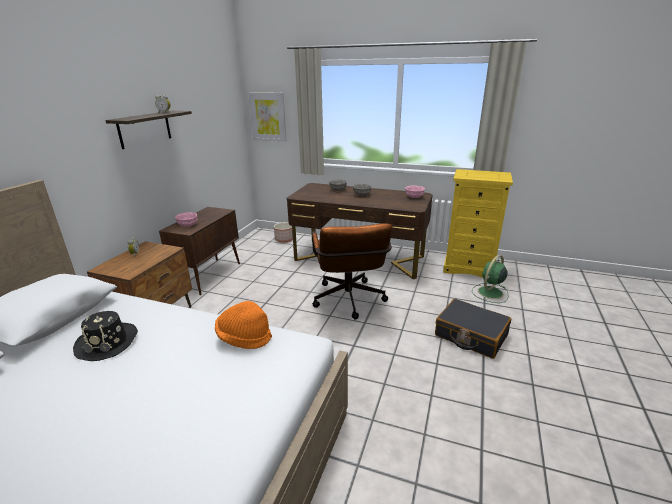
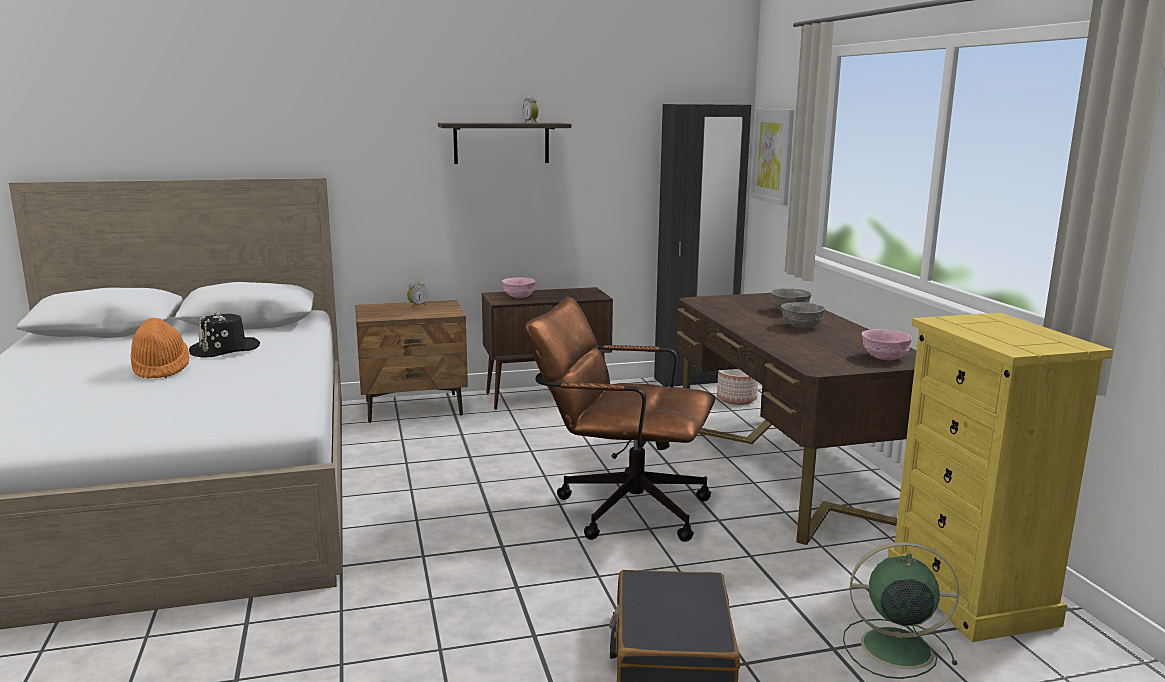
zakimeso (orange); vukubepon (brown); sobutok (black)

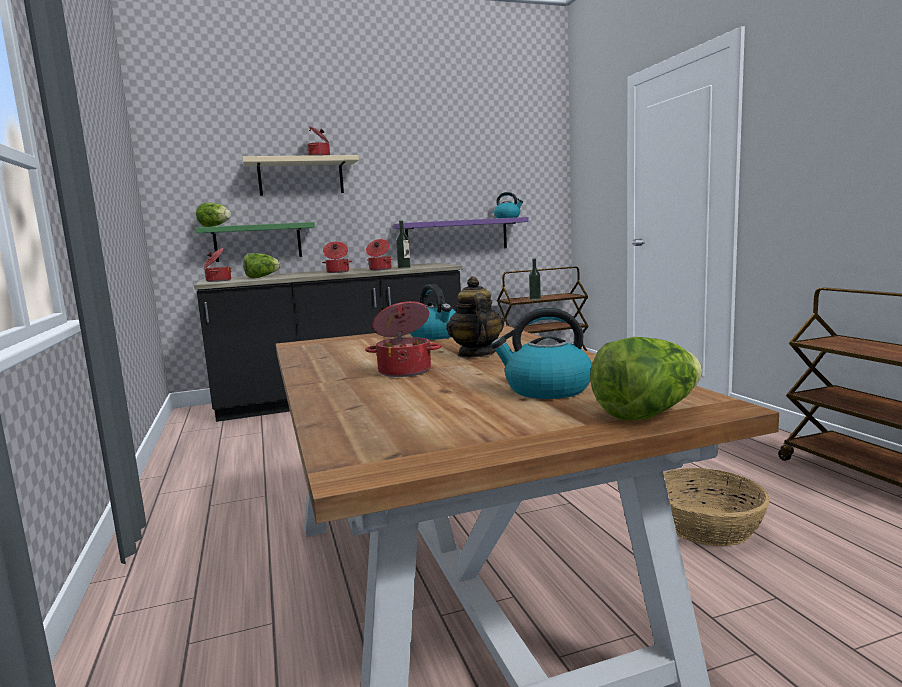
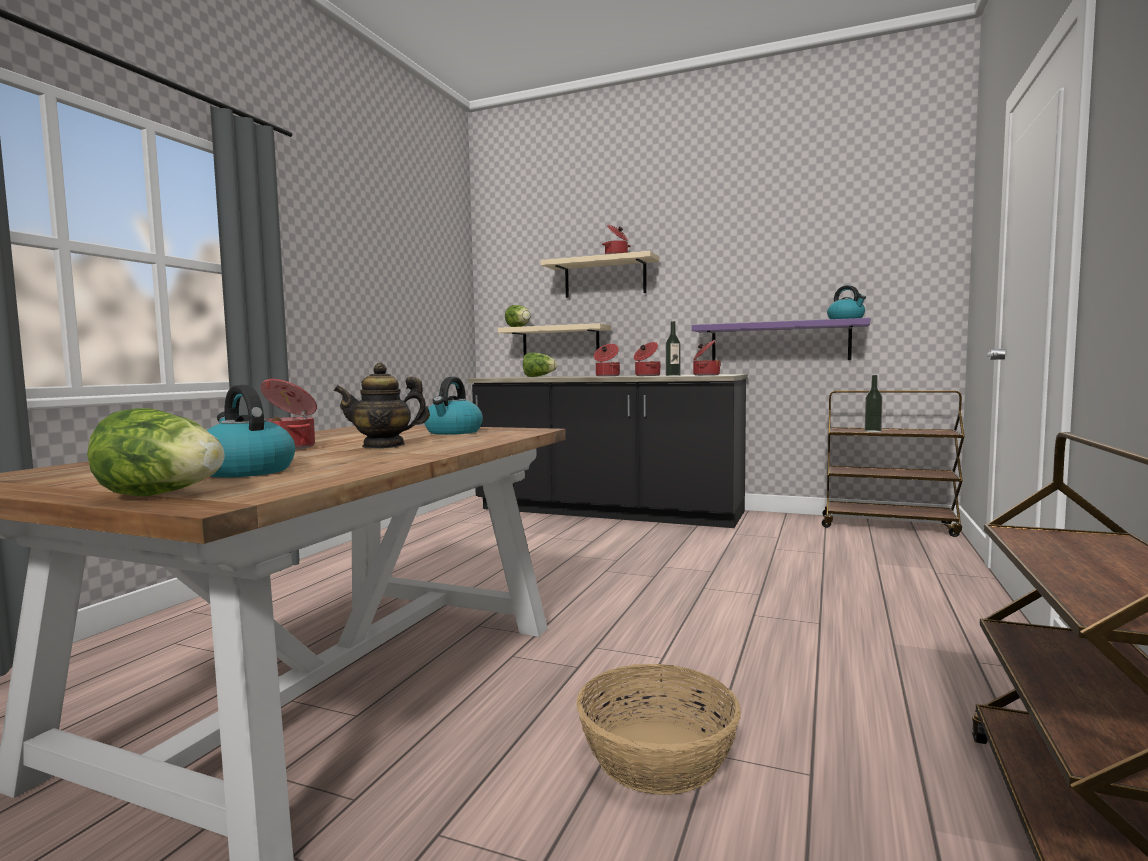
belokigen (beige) (1st from left); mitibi (5th from left); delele

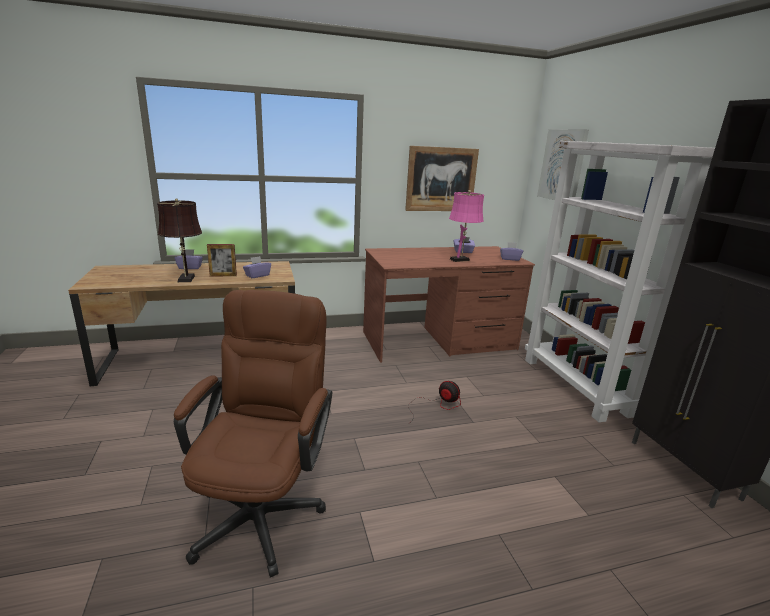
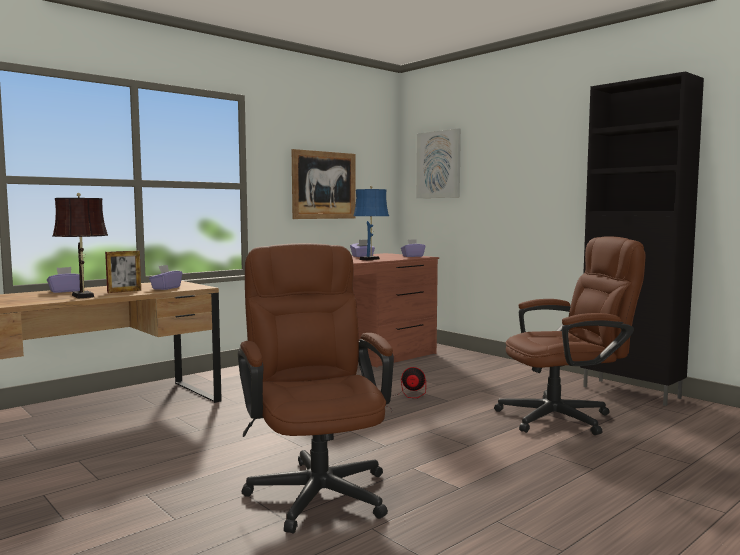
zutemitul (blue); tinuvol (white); vukubepon (brown) (2nd from left)

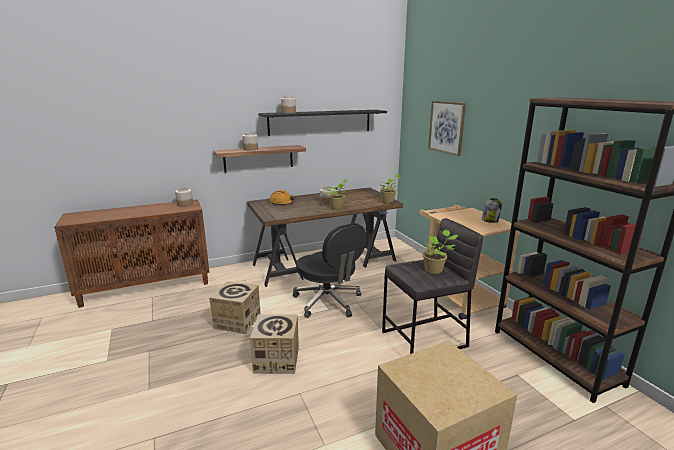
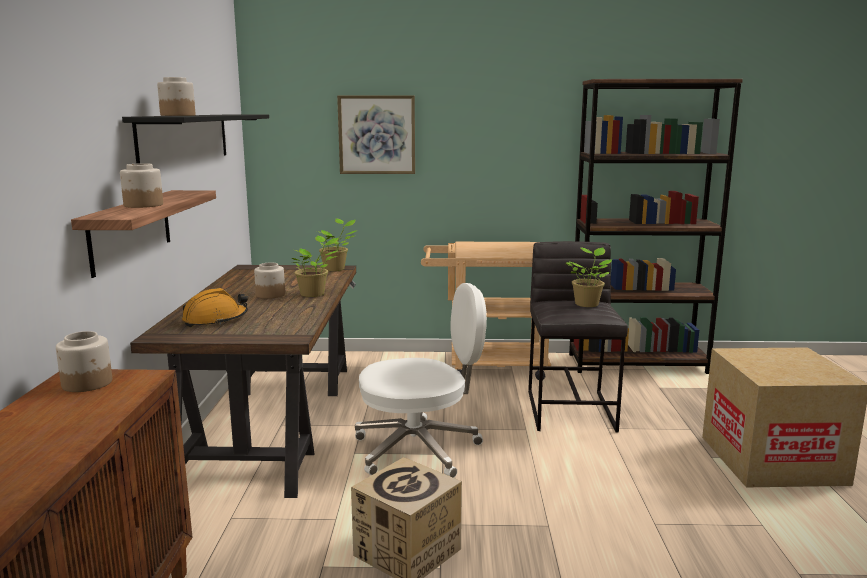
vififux (2nd from left in the first image); vukubepon (white); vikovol (5th from left in the first image)

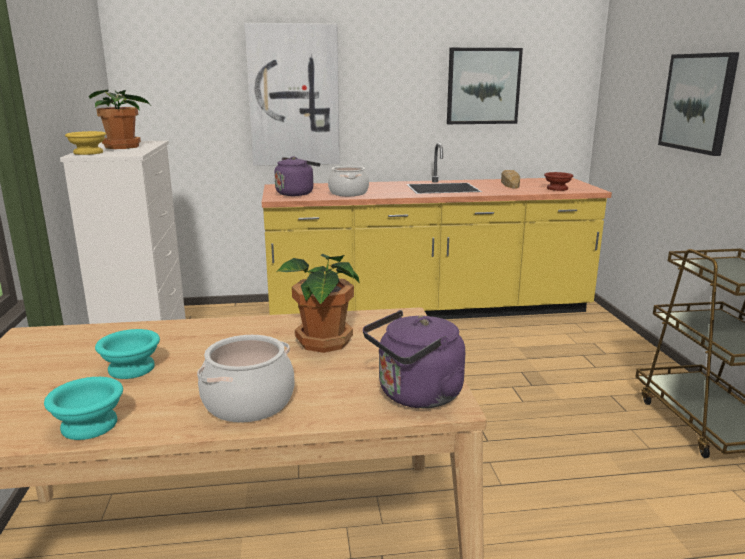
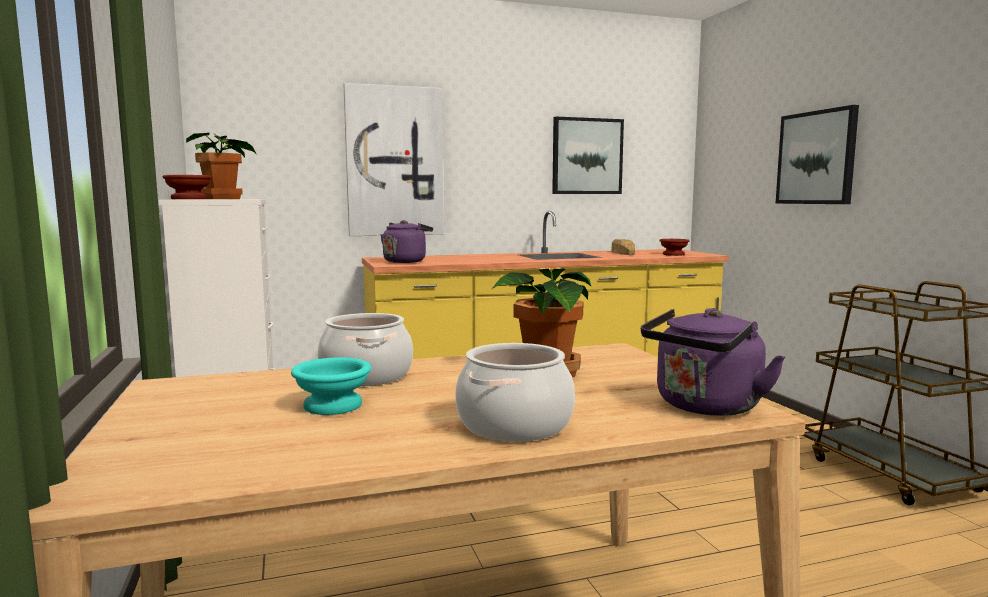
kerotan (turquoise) (1st from left in the first image); kerotan (brown) (1st from left); mitibi (1st from left)

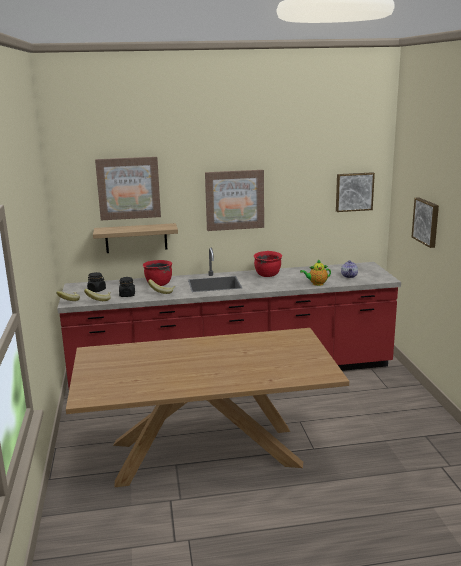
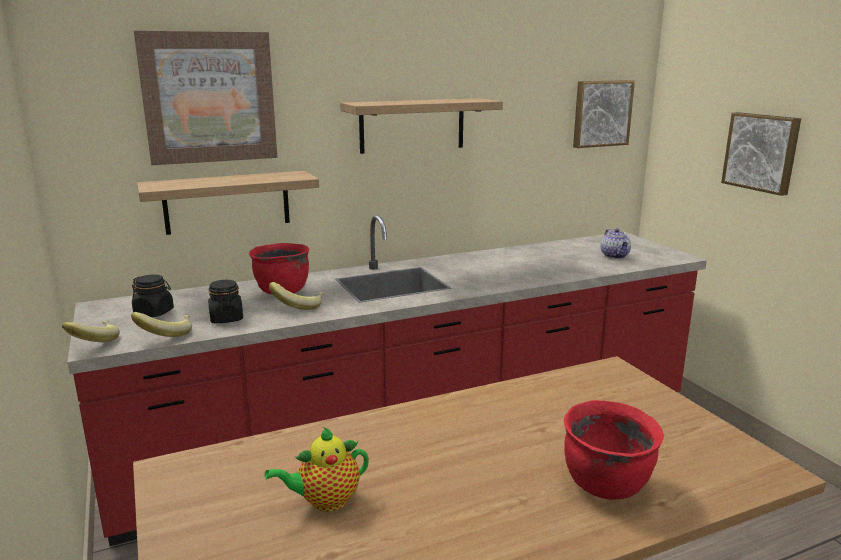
belokigen (2nd from left); mitibi (red) (2nd from left); delele (1st from left)

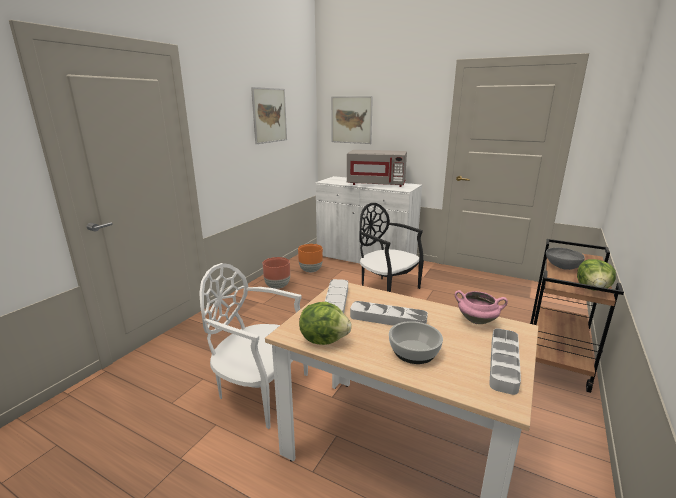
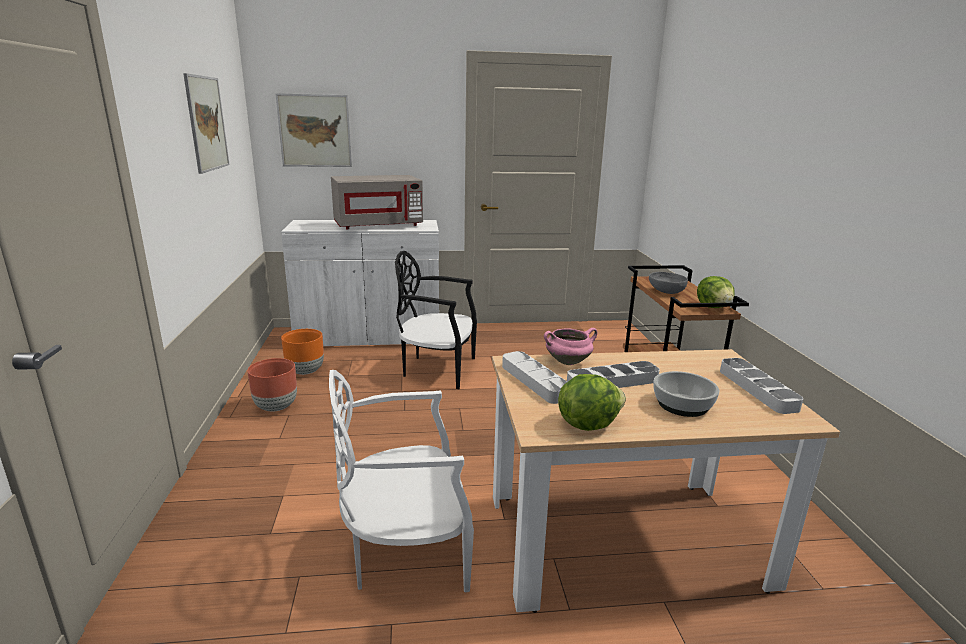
mitibi (pink)

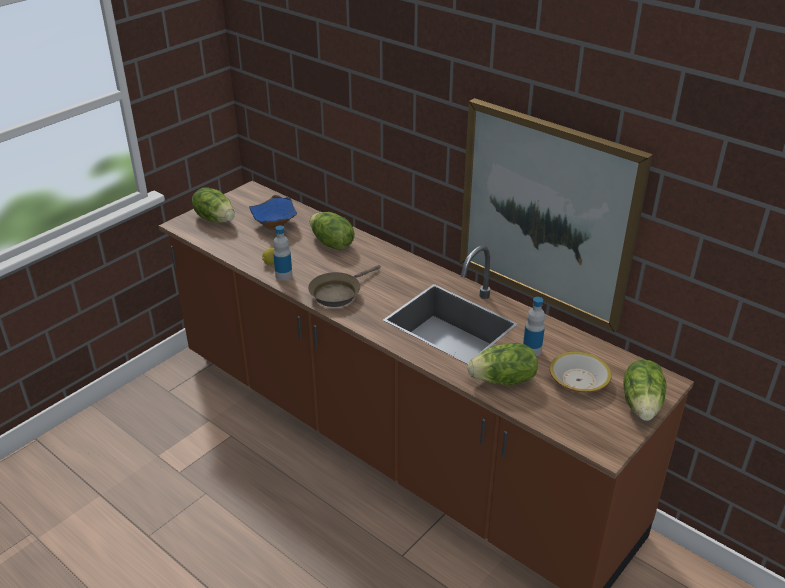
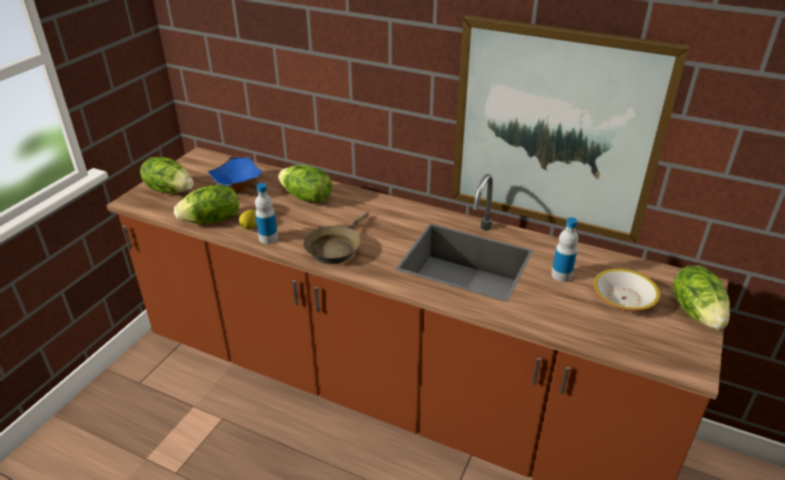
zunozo (2nd from left)

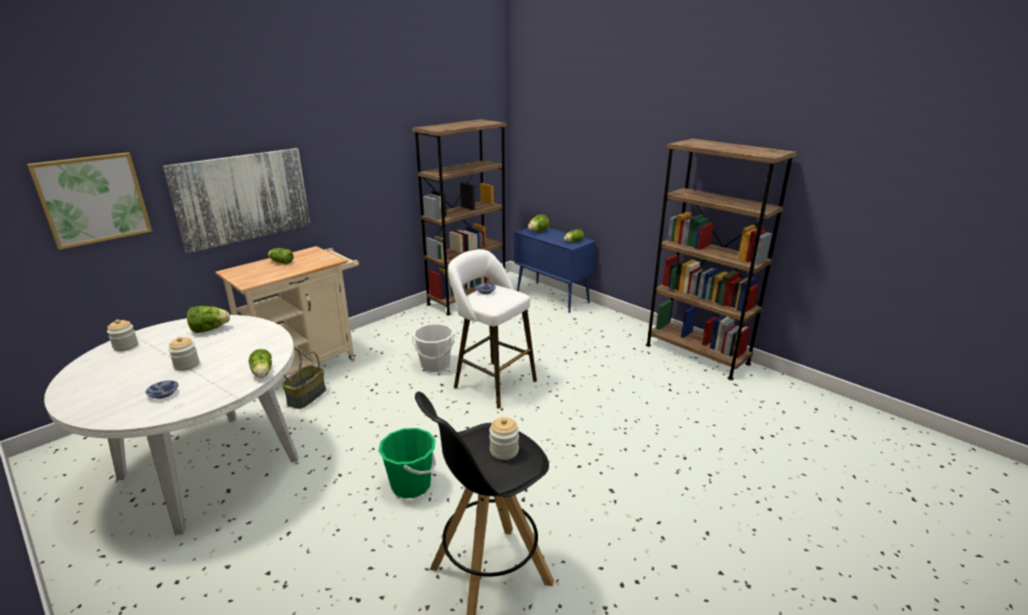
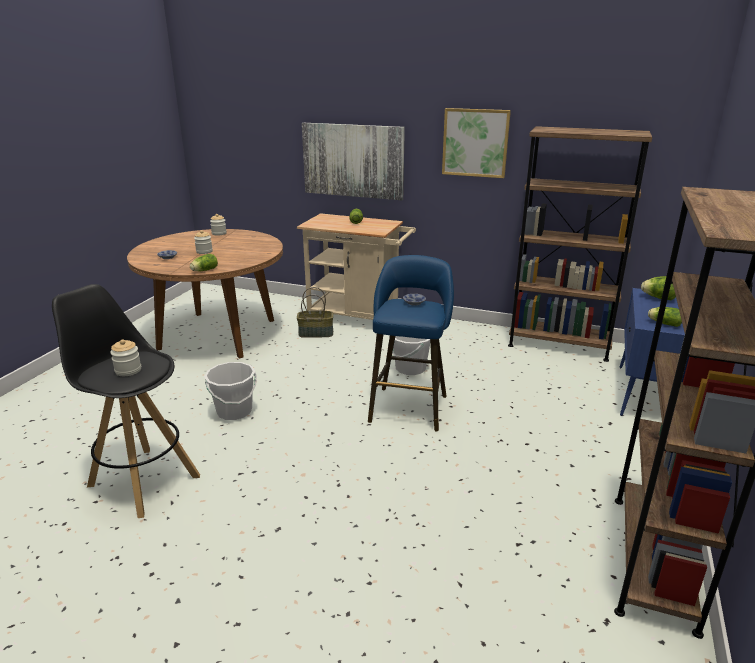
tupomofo (2nd from left); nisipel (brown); zunozo (1st from left in the first image); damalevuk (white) (1st from left); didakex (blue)

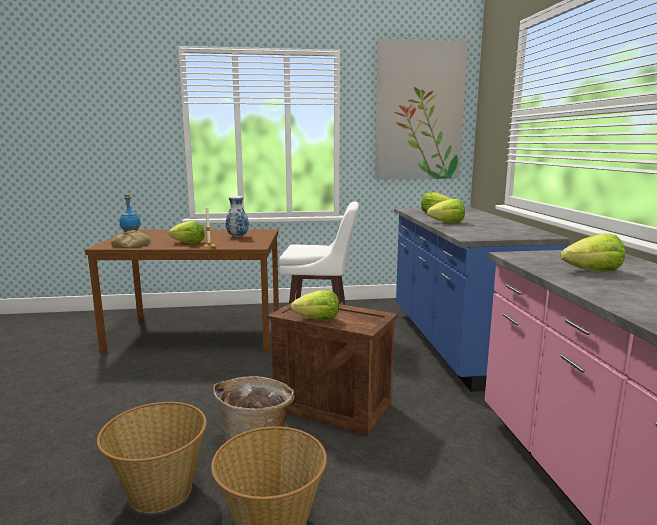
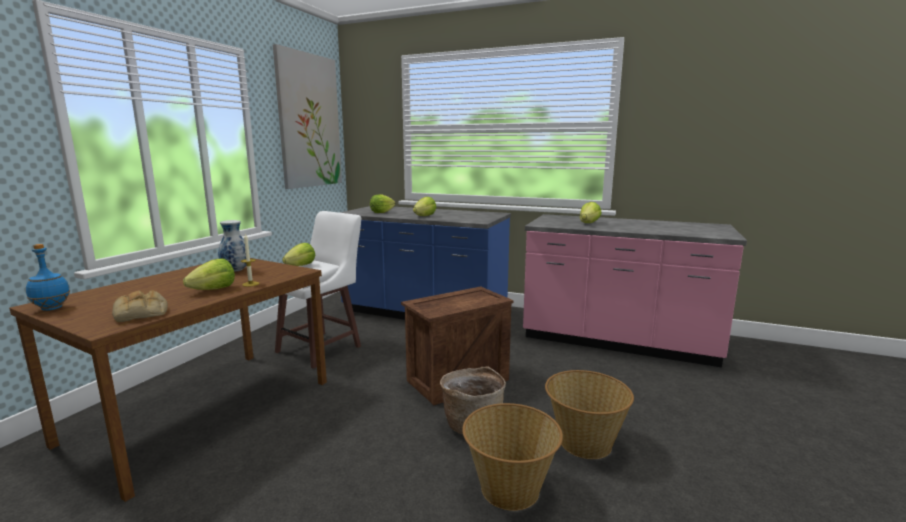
zunozo (2nd from left)

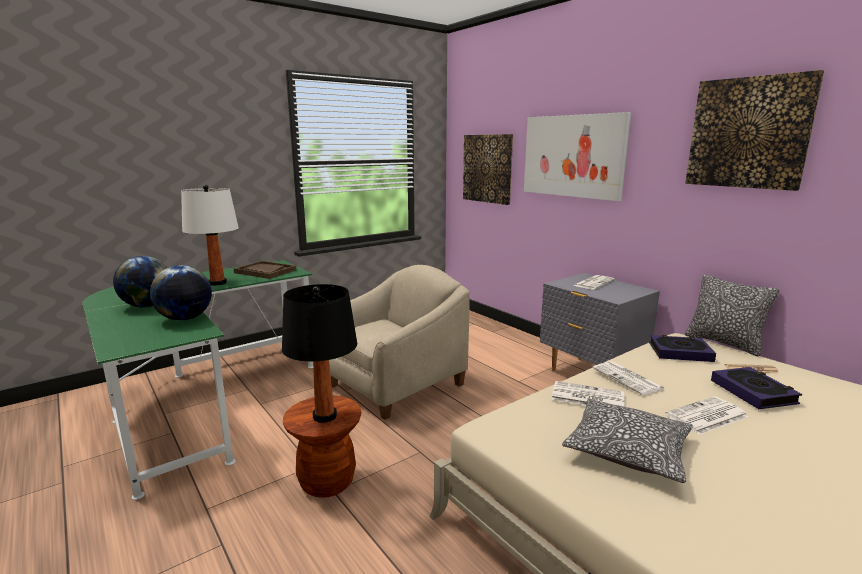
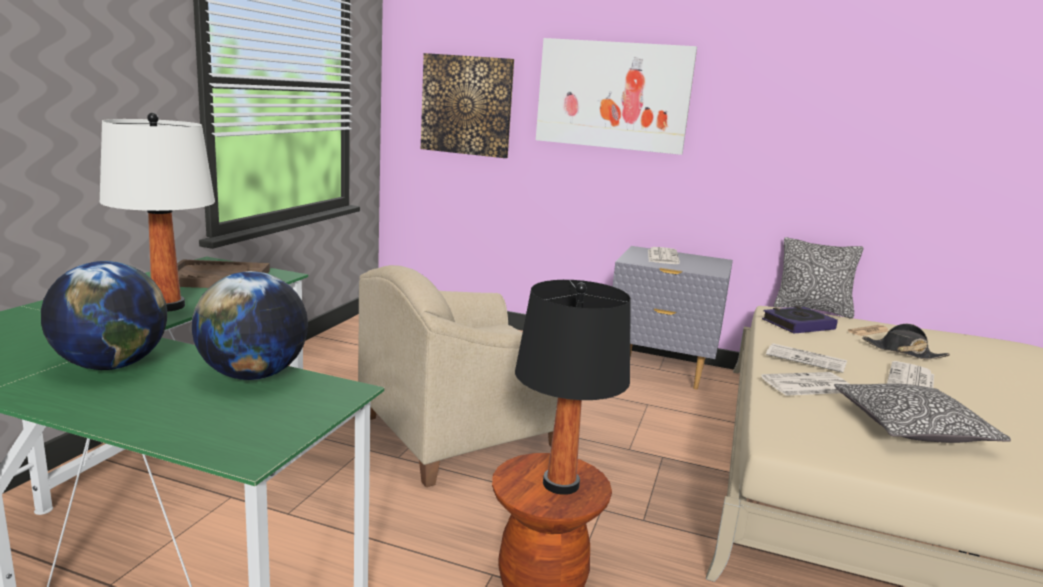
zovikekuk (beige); tupomofo (3rd from left in the first image); zakimeso (black)

